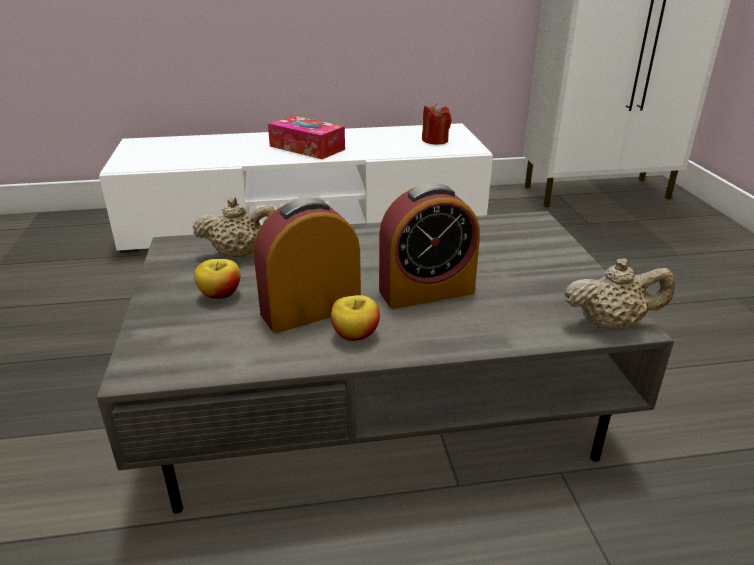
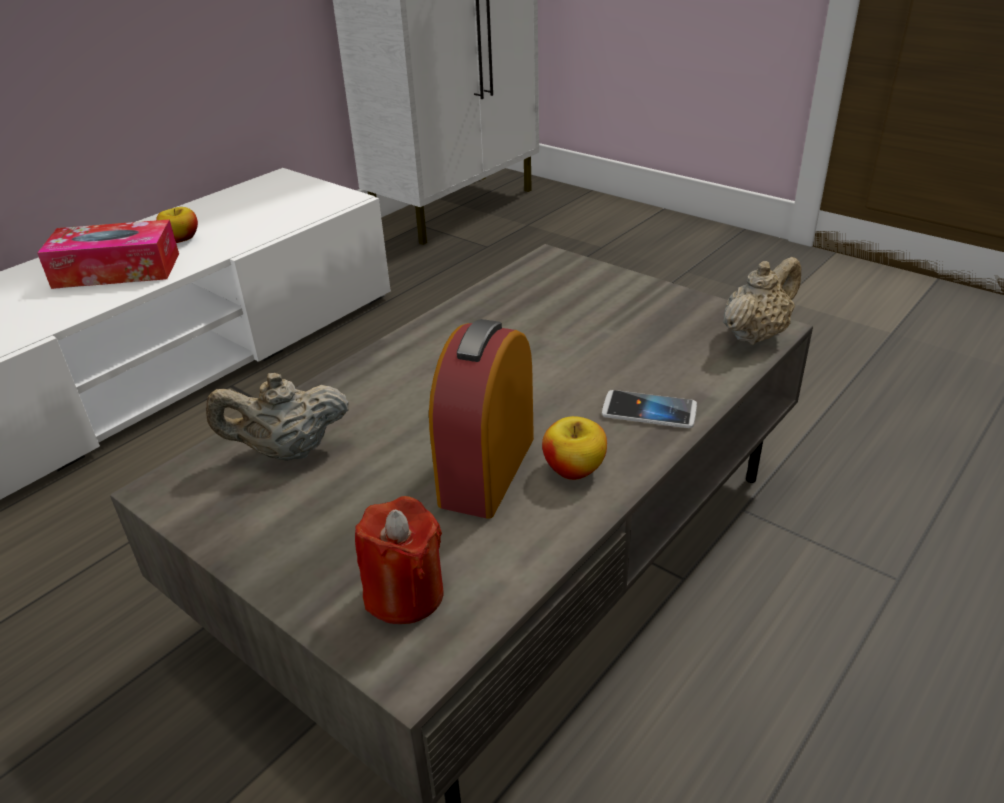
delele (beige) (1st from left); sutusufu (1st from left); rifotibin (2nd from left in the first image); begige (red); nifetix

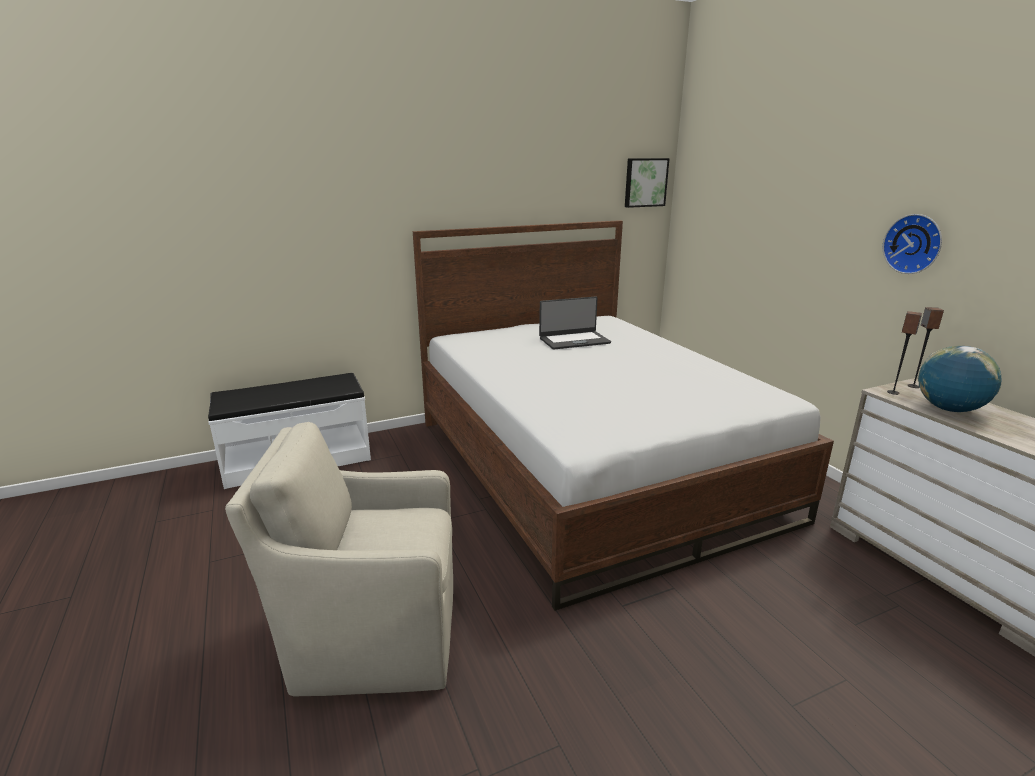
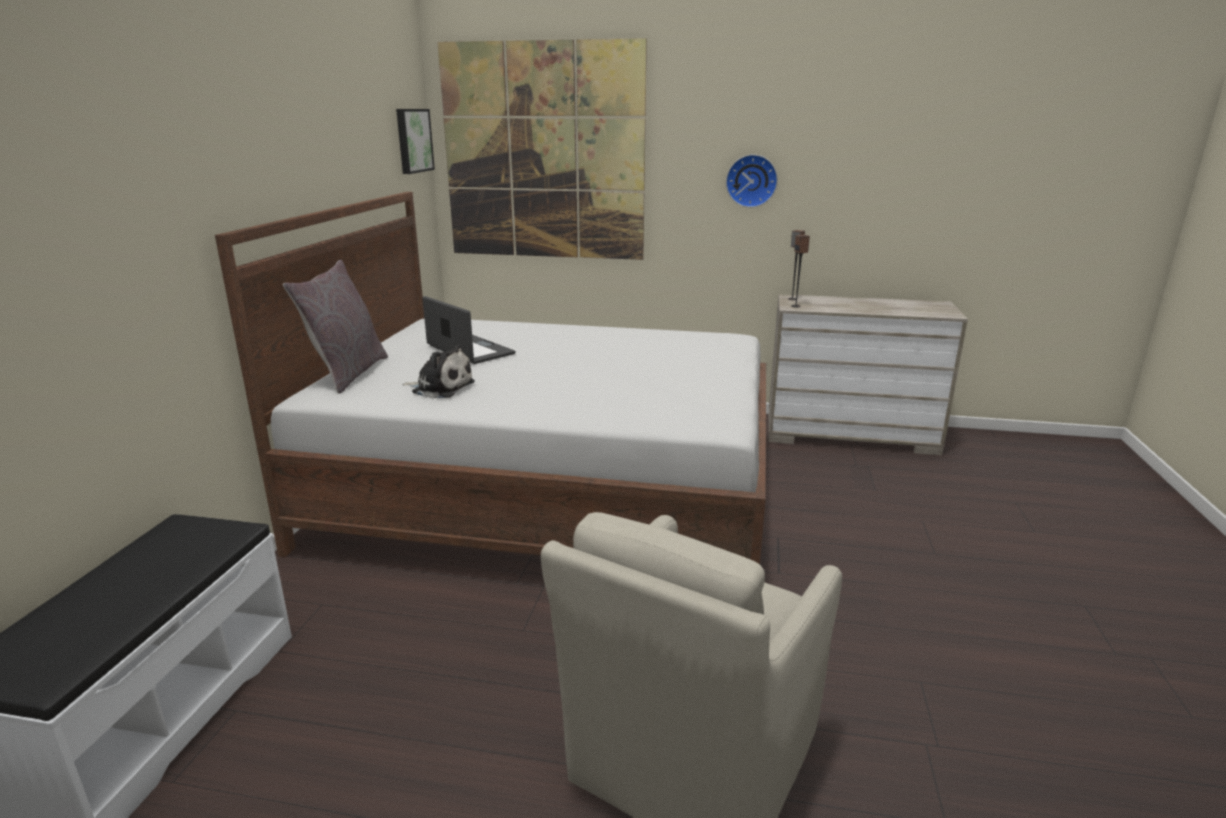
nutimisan; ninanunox; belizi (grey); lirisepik; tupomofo (2nd from left)

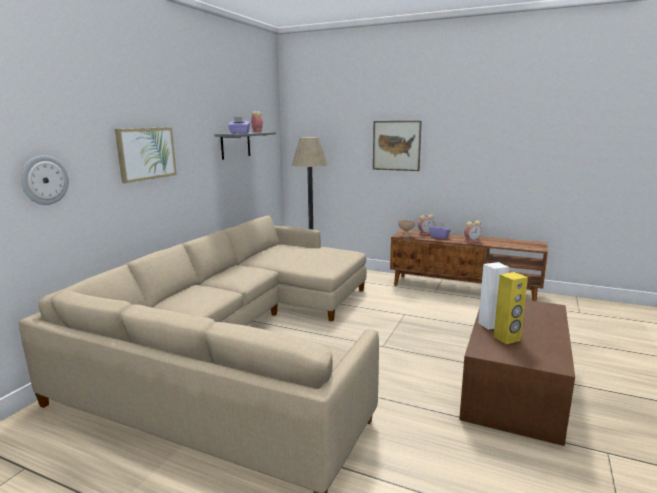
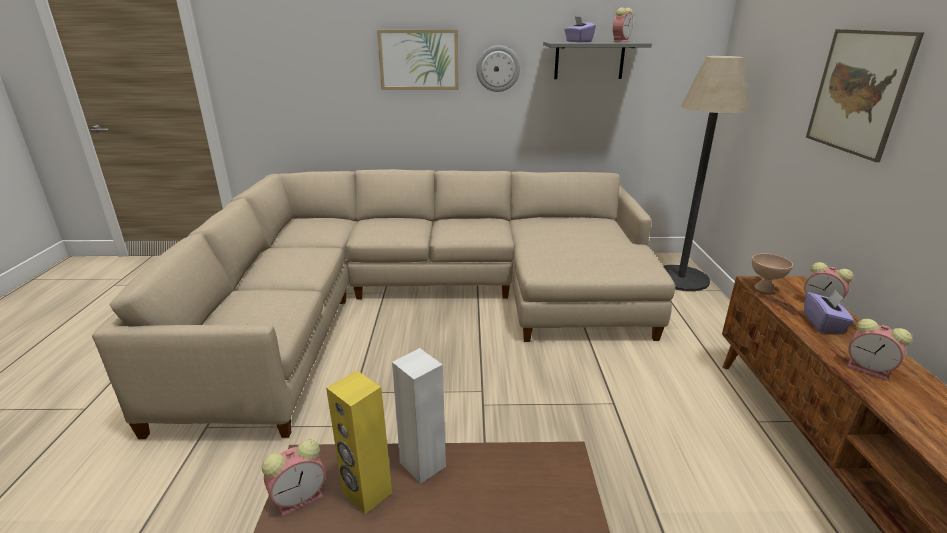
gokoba; rifotibin (1st from left)

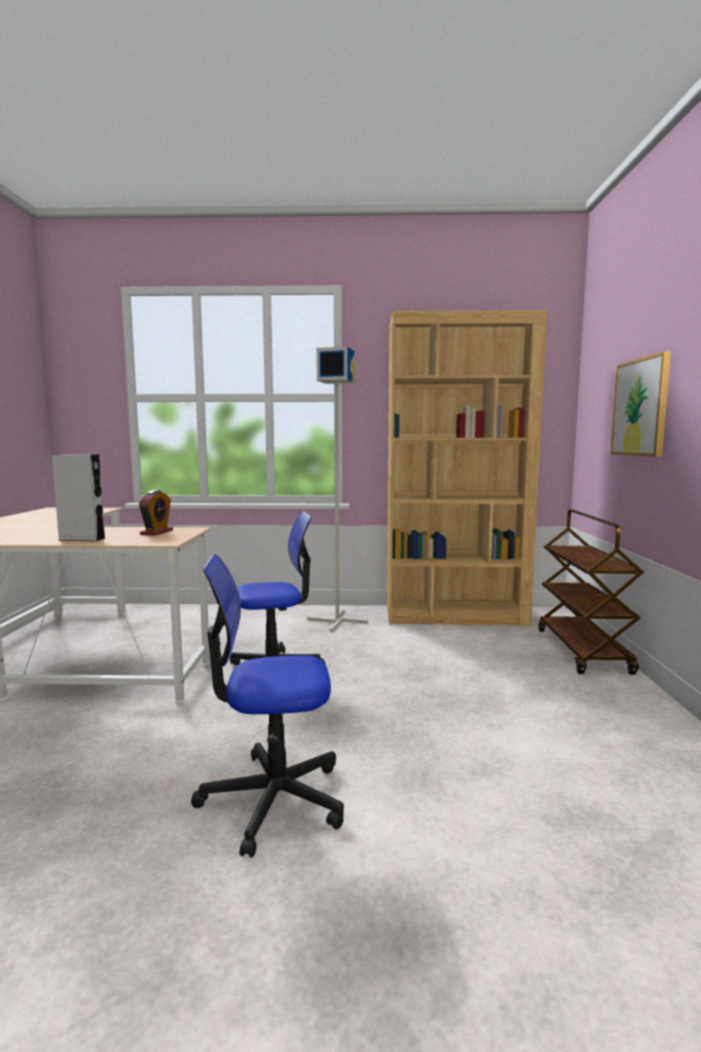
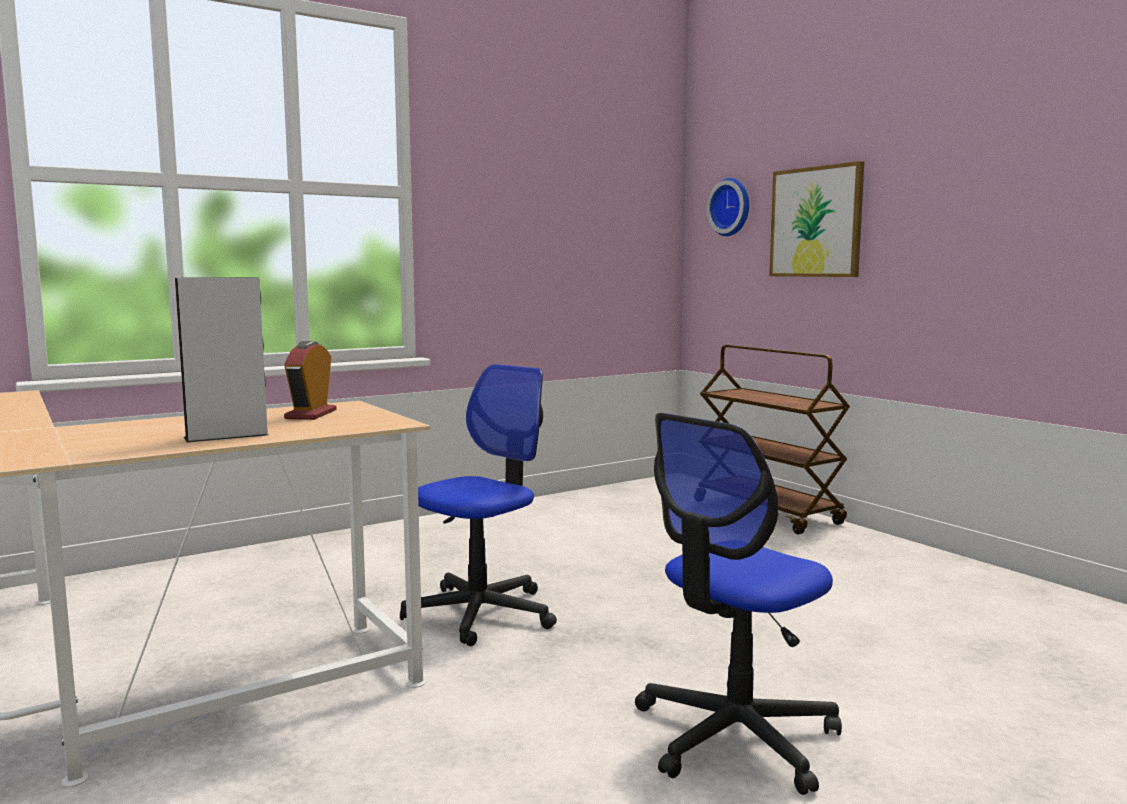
rifotibin; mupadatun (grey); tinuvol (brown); gokoba

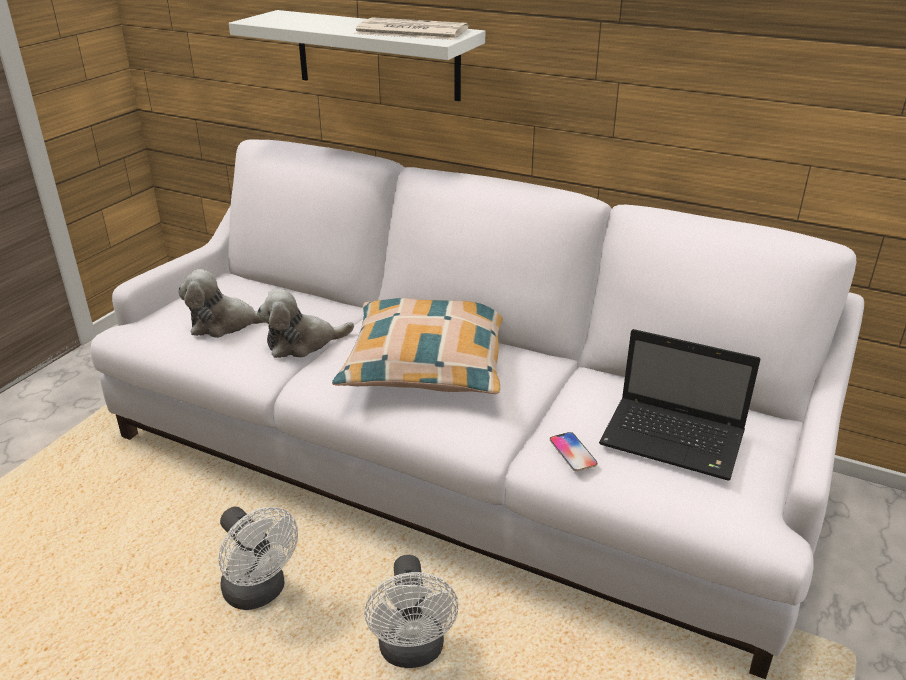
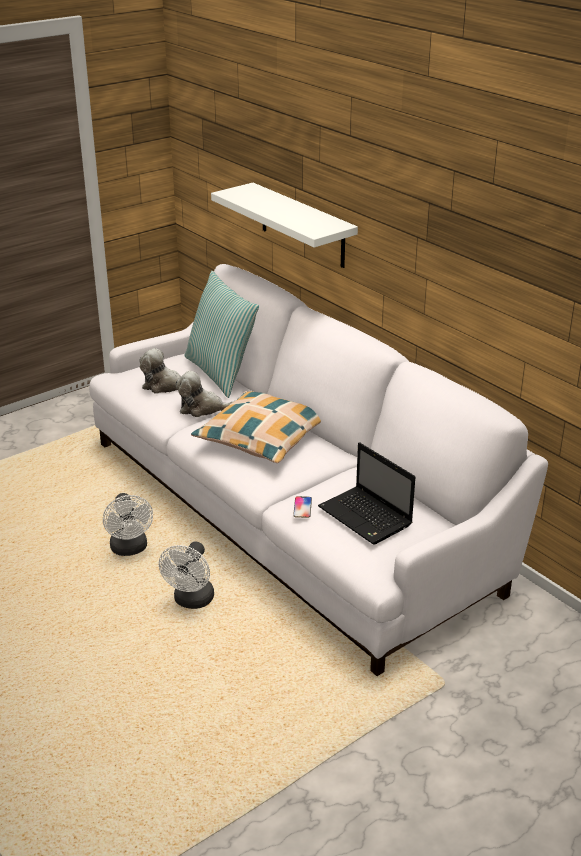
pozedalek; belizi (1st from left)

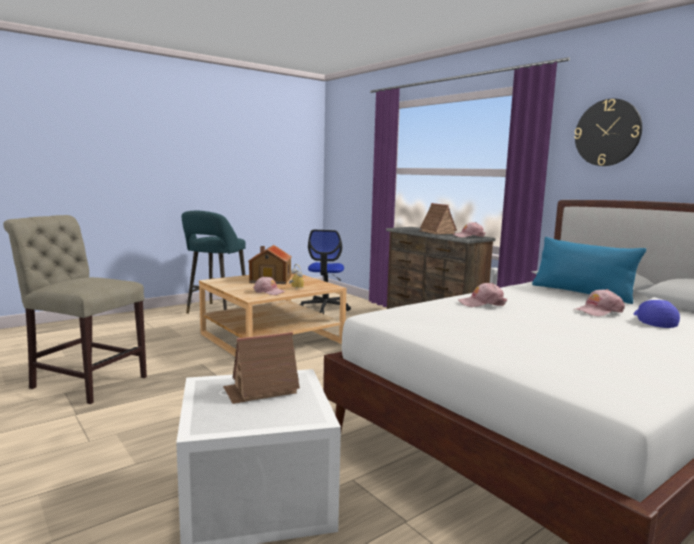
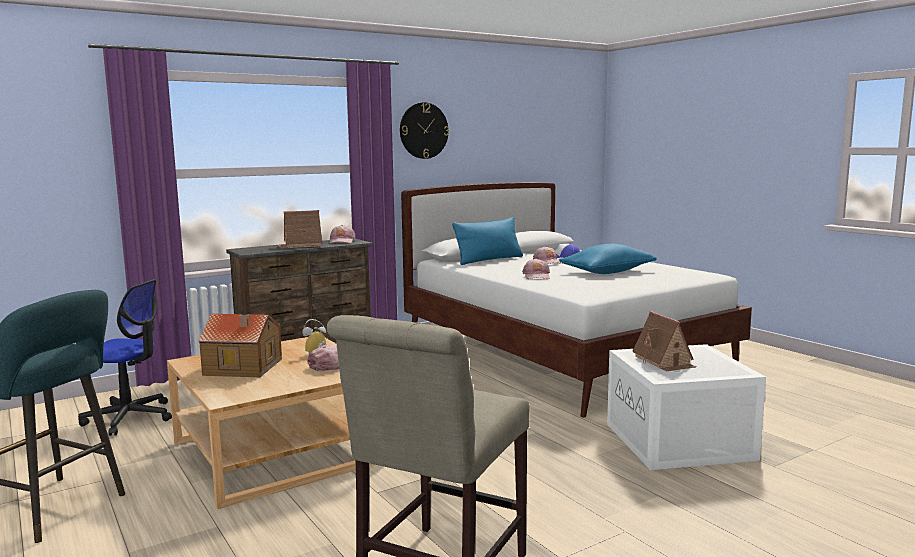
belizi (blue) (2nd from left)

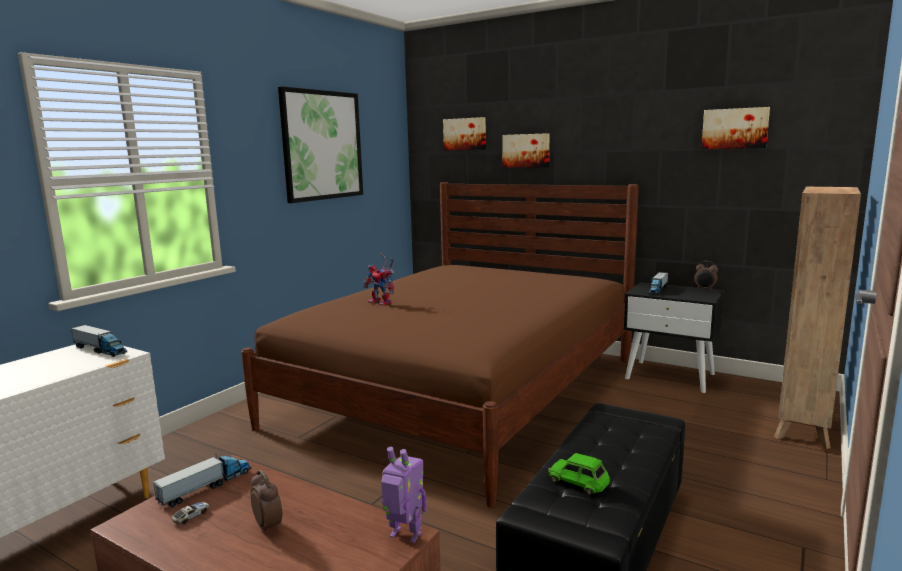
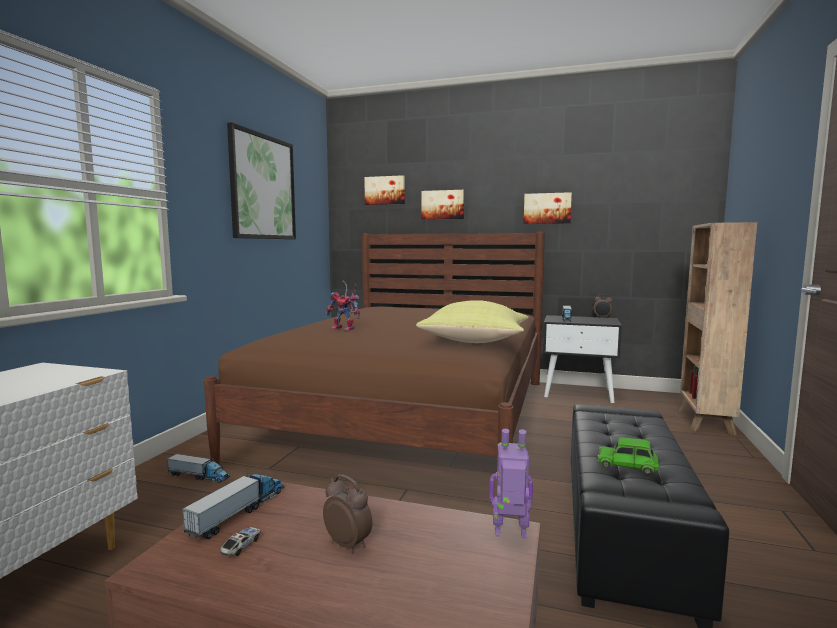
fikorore (1st from left); tupomofo (4th from left); belizi (yellow)

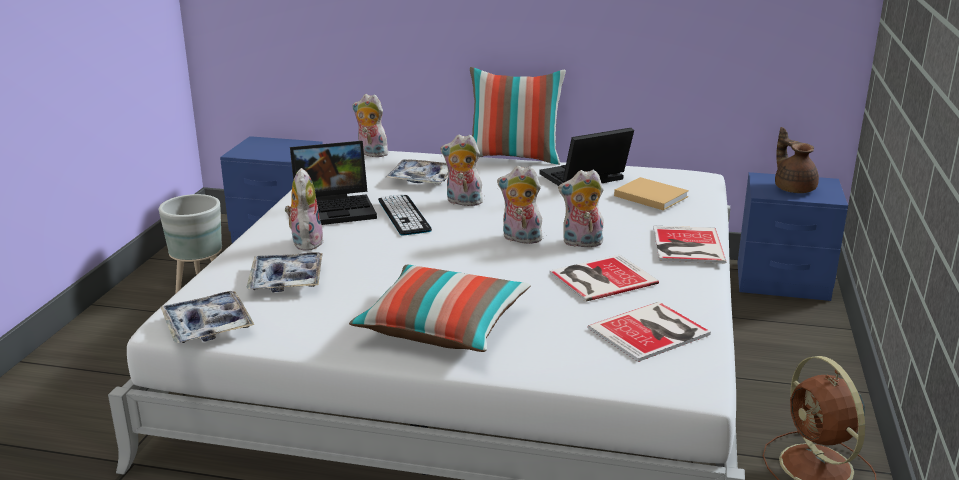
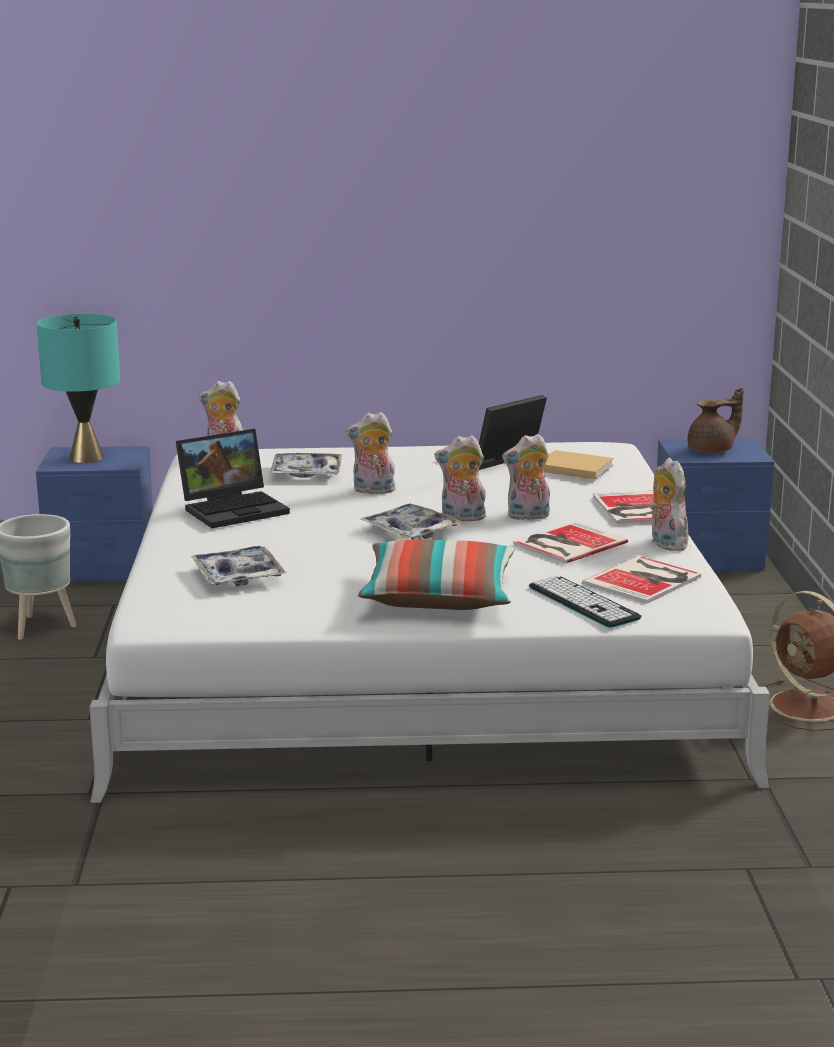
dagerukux (3rd from left); lirisepik (5th from left); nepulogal; belizi (2nd from left in the first image); delele (brown); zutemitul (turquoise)

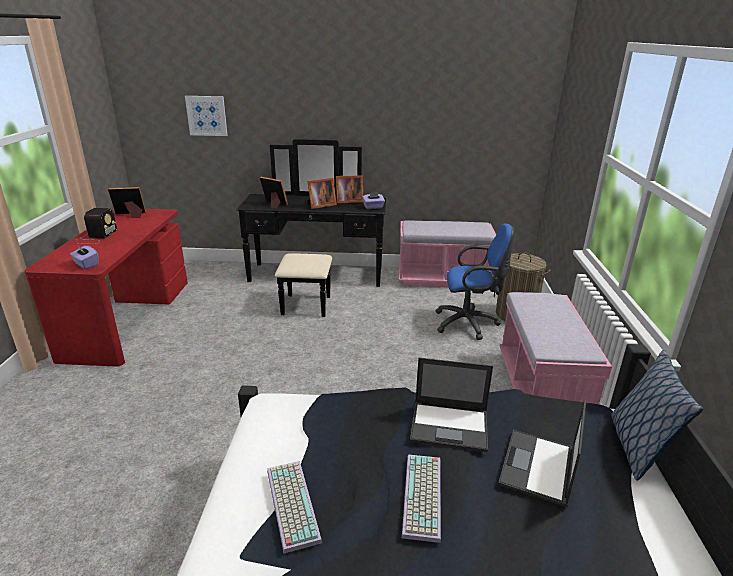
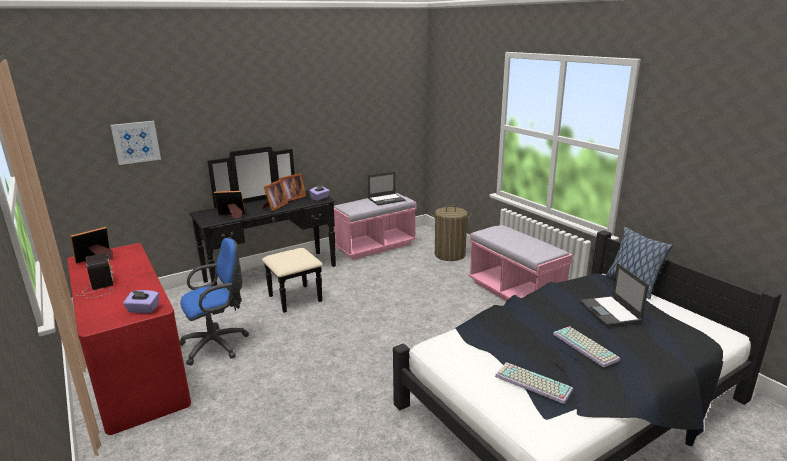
nutimisan (1st from left); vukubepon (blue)

